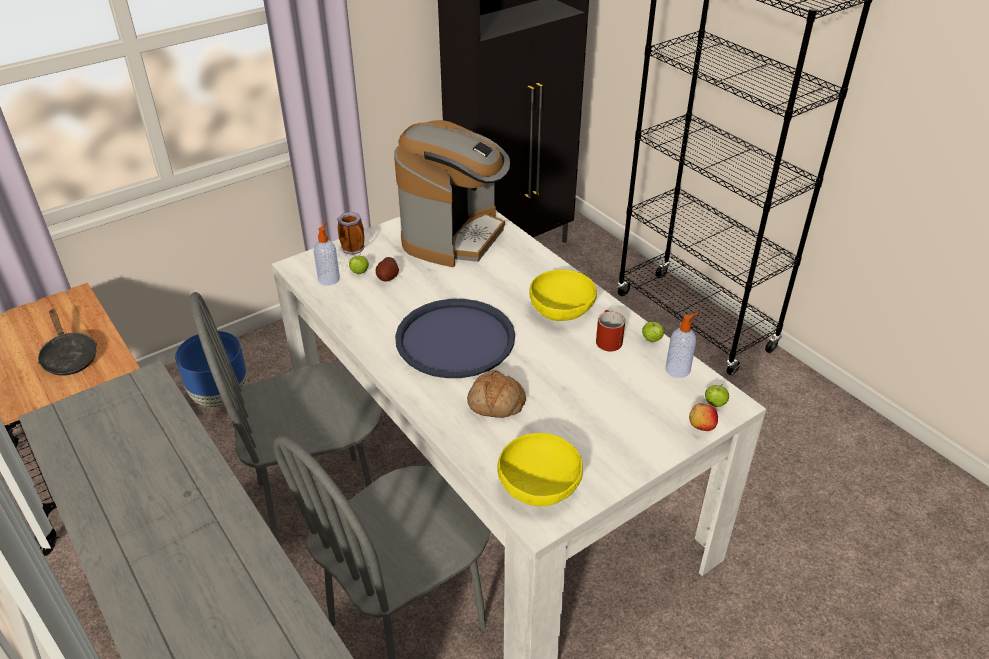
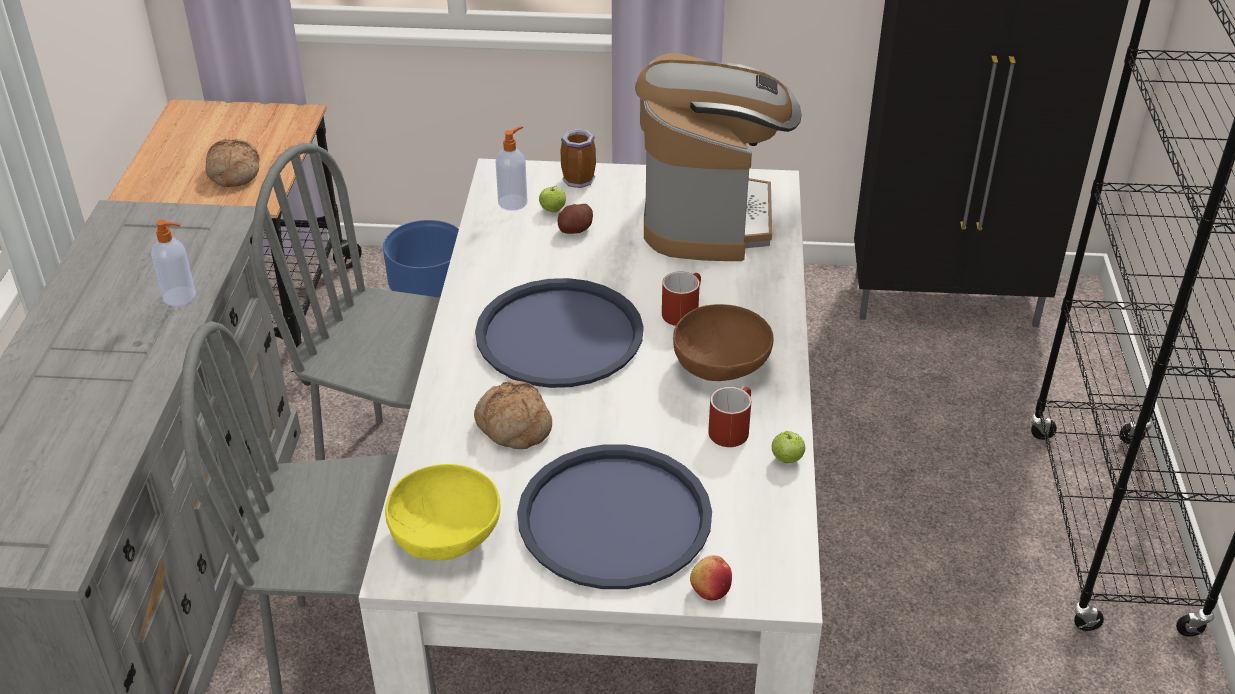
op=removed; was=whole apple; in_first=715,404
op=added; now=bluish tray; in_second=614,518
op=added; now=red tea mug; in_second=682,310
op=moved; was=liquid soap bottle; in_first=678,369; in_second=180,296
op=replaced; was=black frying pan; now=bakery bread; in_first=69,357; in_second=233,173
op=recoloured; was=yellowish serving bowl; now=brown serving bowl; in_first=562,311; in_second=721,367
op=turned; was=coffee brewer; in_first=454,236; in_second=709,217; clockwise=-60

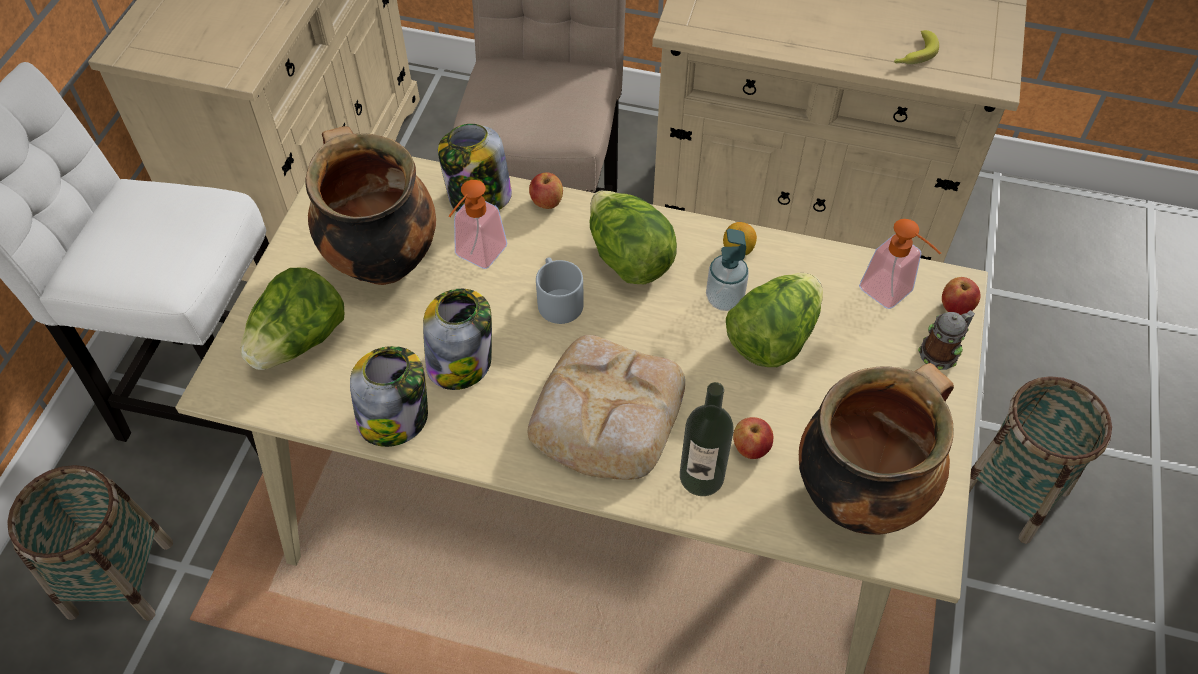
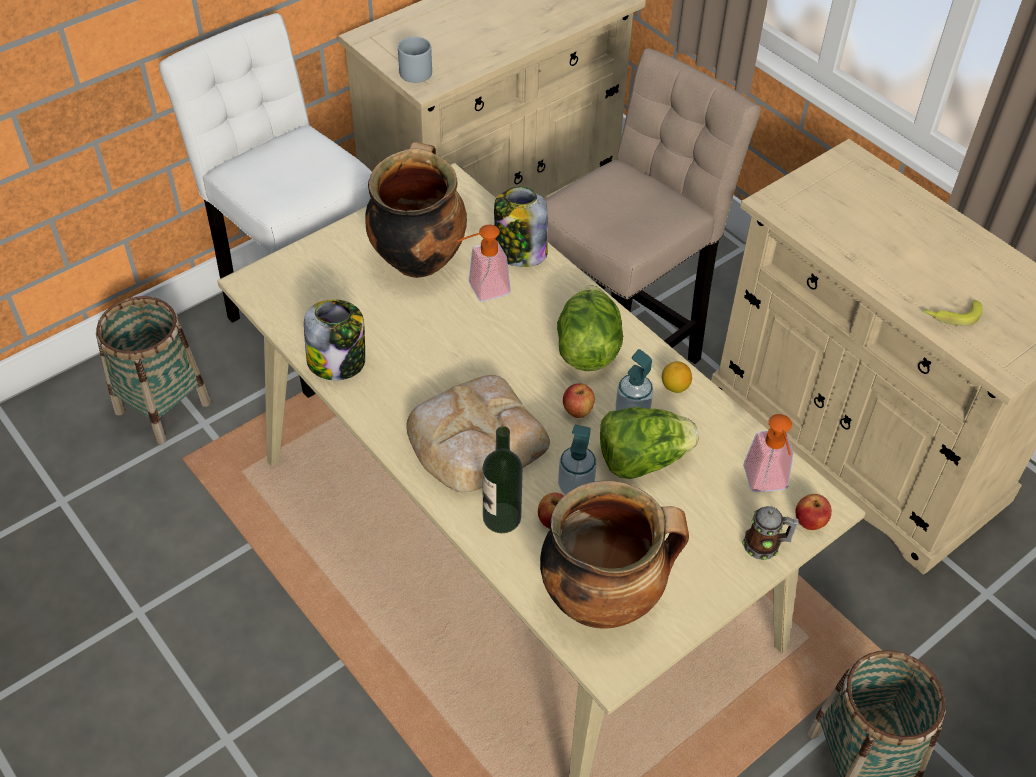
op=removed; was=lettuce; in_first=299,341
op=removed; was=jar; in_first=461,362
op=added; now=liquid soap bottle; in_second=575,487
op=moved; was=whole apple; in_first=546,202; in_second=577,411
op=moved; was=grey tea mug; in_first=557,299; in_second=417,69

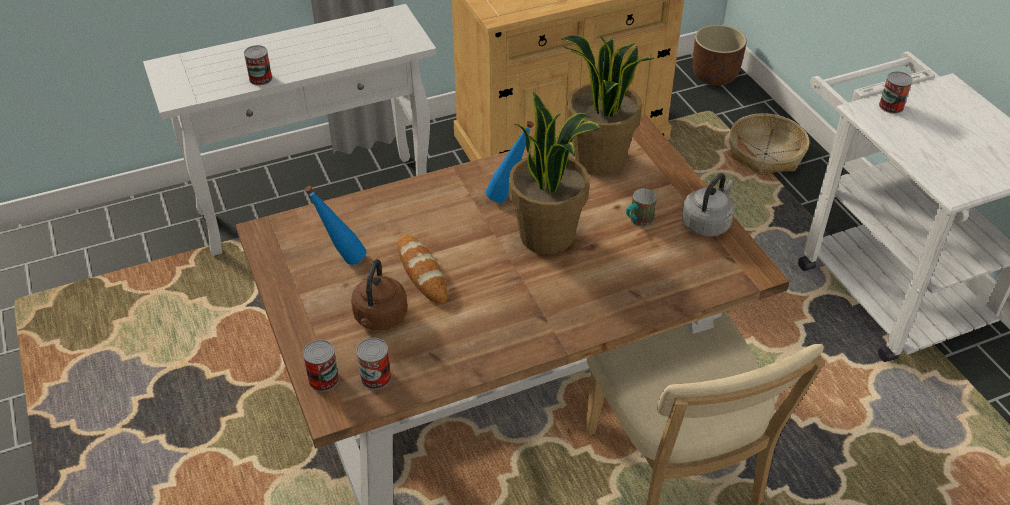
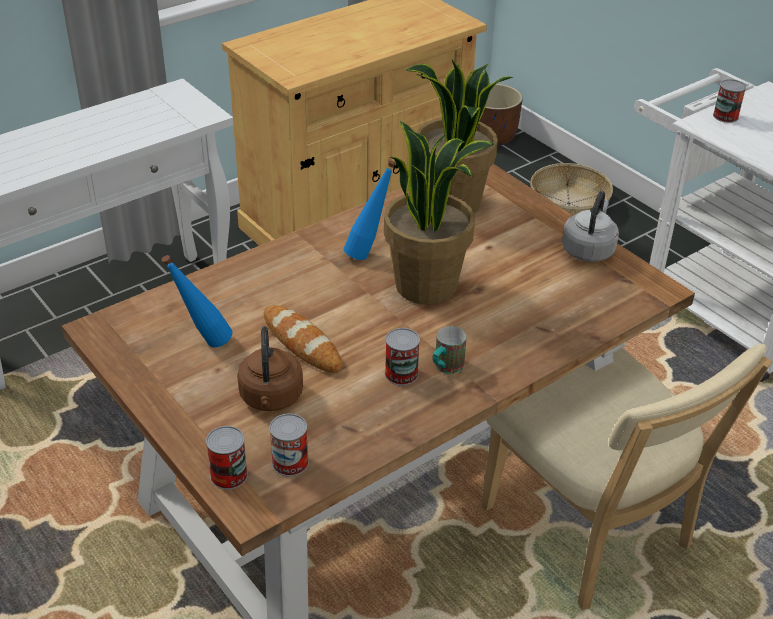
op=moved; was=sealed can; in_first=260,78; in_second=401,374
op=moved; was=tea mug; in_first=637,221; in_second=445,368

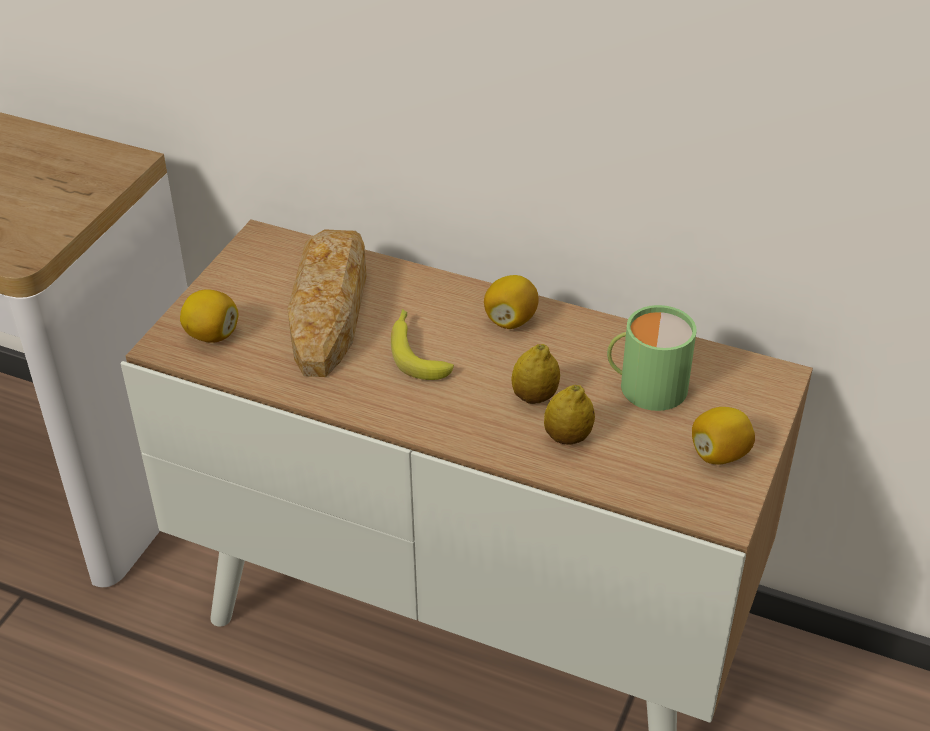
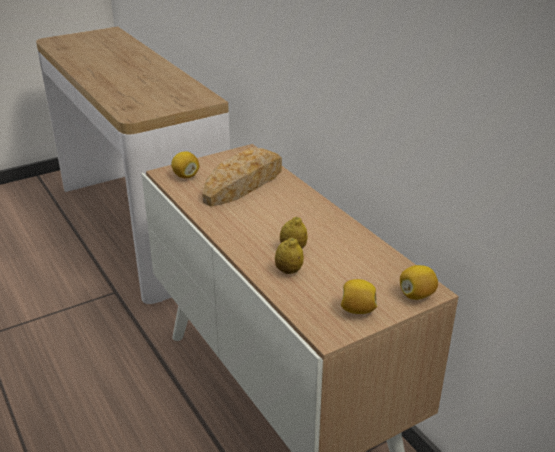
op=removed; was=banana fruit; in_first=416,350
op=removed; was=green-coloured tea mug; in_first=646,385
op=moved; was=citrus fruit; in_first=510,320; in_second=416,295

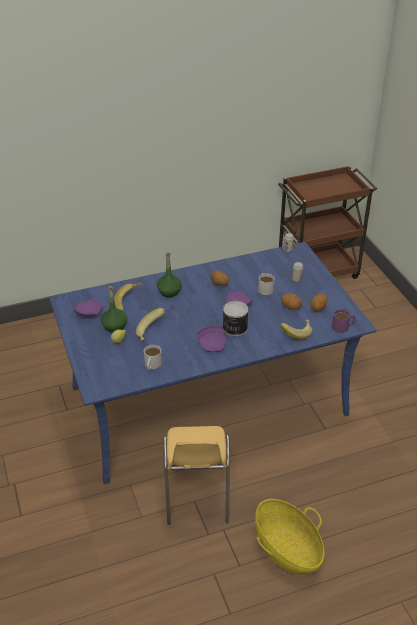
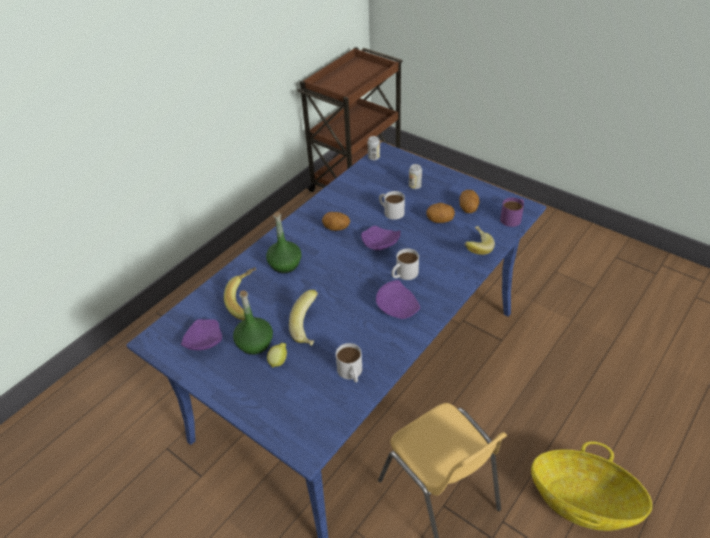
op=replaced; was=sealed can; now=whitish tea mug; in_first=234,328; in_second=403,274

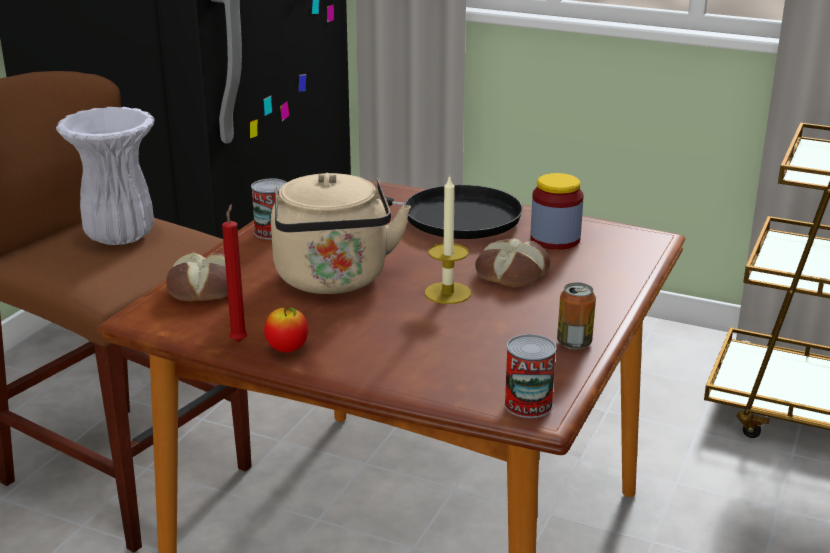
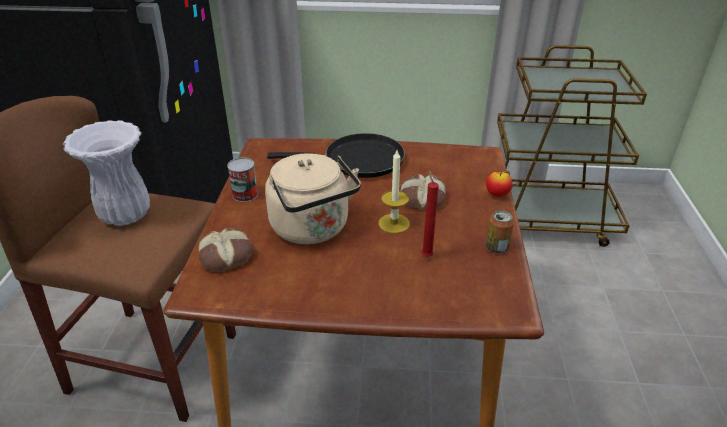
op=removed; was=sealed can; in_first=528,404
op=removed; was=jar; in_first=555,239
op=moved; was=red wax light; in_first=239,340; in_second=426,255
op=moved; was=whole apple; in_first=287,349; in_second=497,194

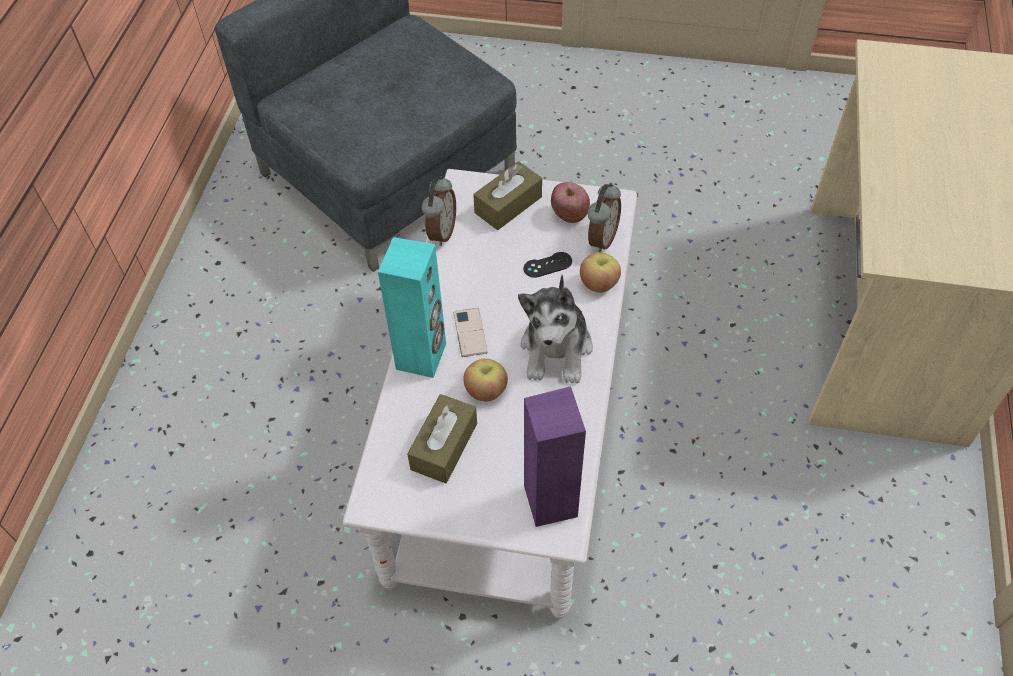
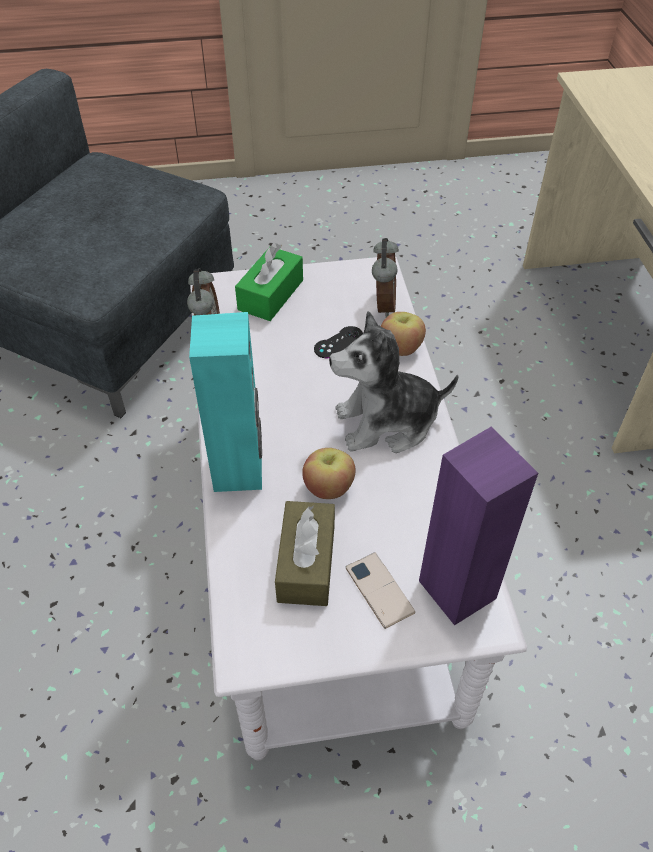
op=removed; was=whole apple; in_first=569,215
op=moved; was=handset; in_first=470,332; in_second=379,590
op=recoloured; was=brown tissue box; now=green-coloured tissue box; in_first=508,205; in_second=270,295
op=turned; was=soft toy; in_first=556,348; in_second=387,423; clockwise=90

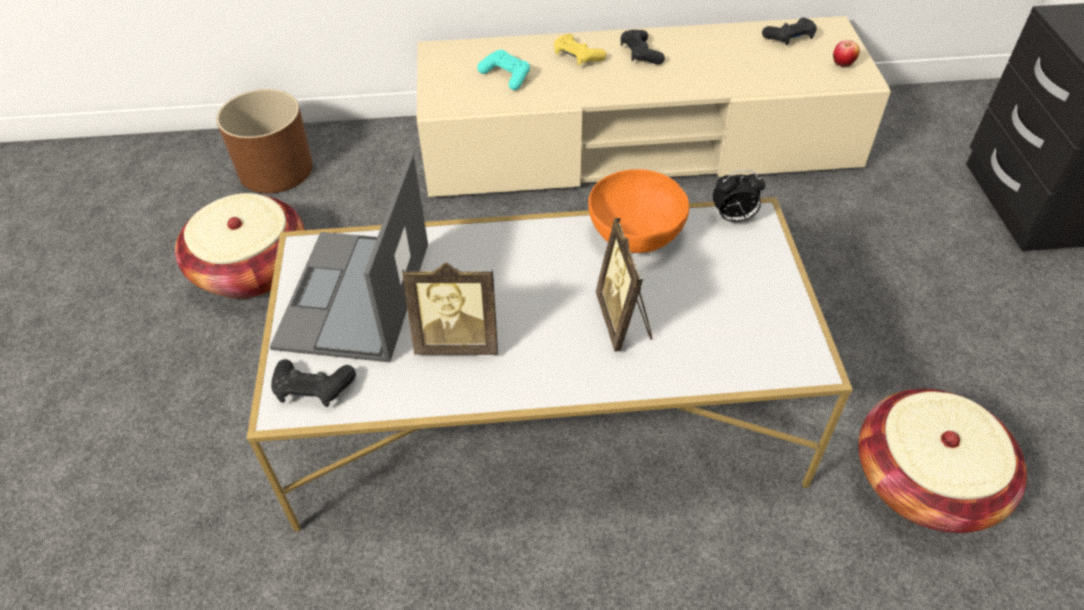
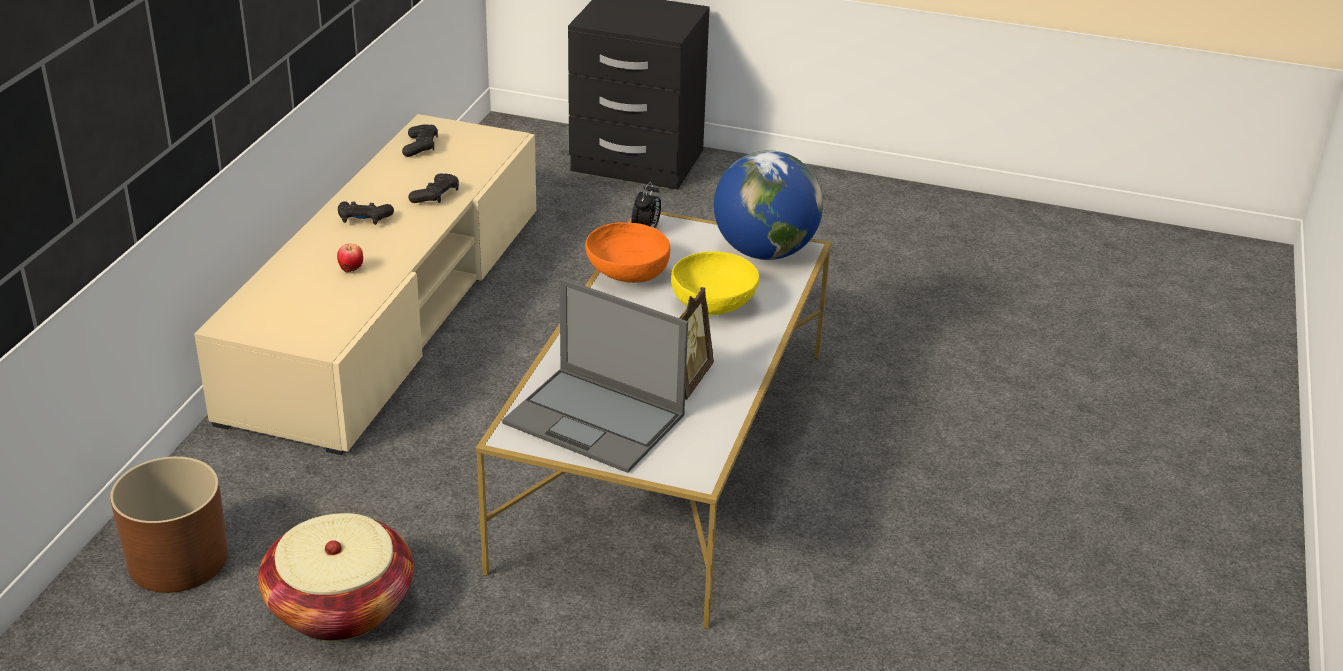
op=removed; was=turquoise-coloured game controller; in_first=506,76
op=removed; was=yellowish game controller; in_first=577,57
op=removed; was=household basket; in_first=924,481
op=added; now=world globe; in_second=764,252
op=moved; was=black game controller; in_first=313,389; in_second=436,196
op=moved; was=whole apple; in_first=842,65; in_second=351,270
op=replaced; was=standing frame; now=yellowish serving bowl; in_first=624,321; in_second=714,304

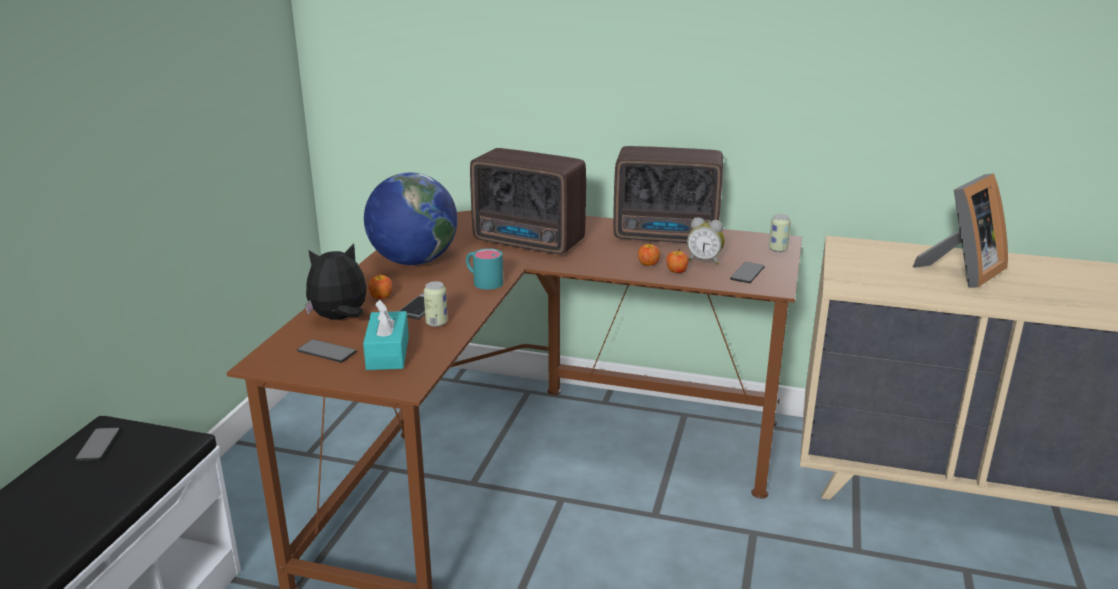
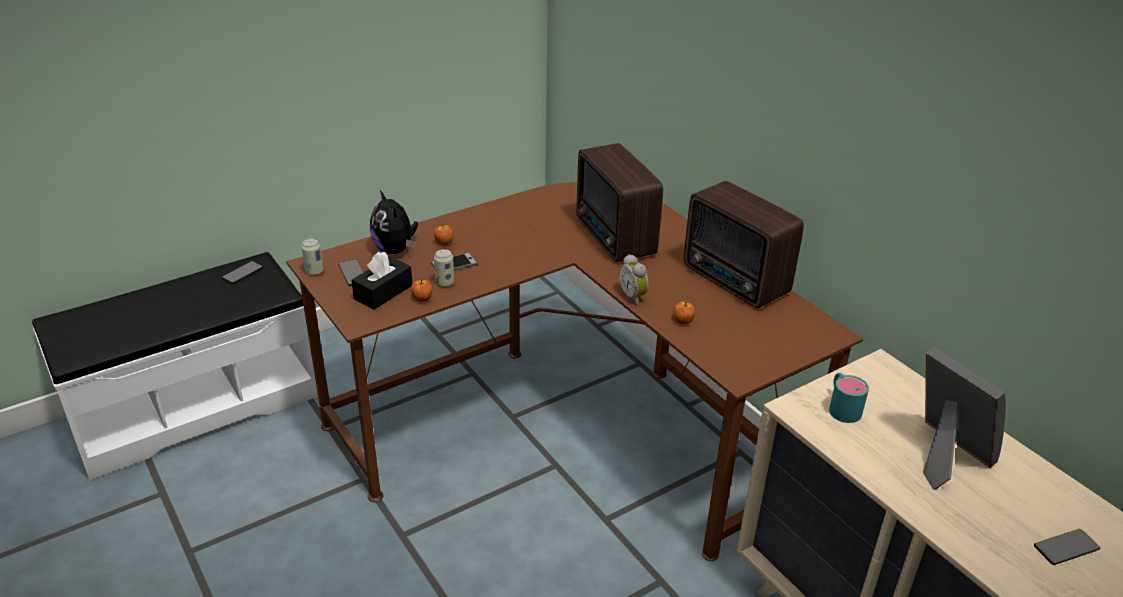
op=removed; was=world globe; in_first=413,261
op=moved; was=turquoise-coloured tea mug; in_first=483,281; in_second=842,407
op=moved; was=whole apple; in_first=648,264; in_second=422,299
op=moved; was=bedside clock; in_first=704,260; in_second=634,297
op=moved; was=handset; in_first=747,273; in_second=1066,547
op=moved; was=sealed can; in_first=777,249; in_second=314,271
op=recoloured; was=turquoise-coloured tissue box; now=black tissue box; in_first=388,353; in_second=383,292
op=turned; was=soft toy; in_first=340,319; in_second=395,250; clockwise=-135
op=turned; was=standing frame; in_first=962,272; in_second=944,455; clockwise=-120

